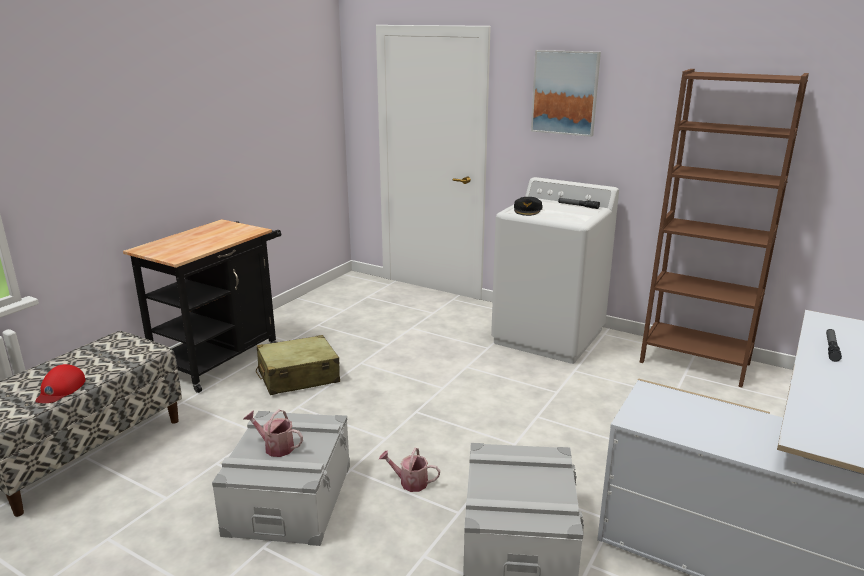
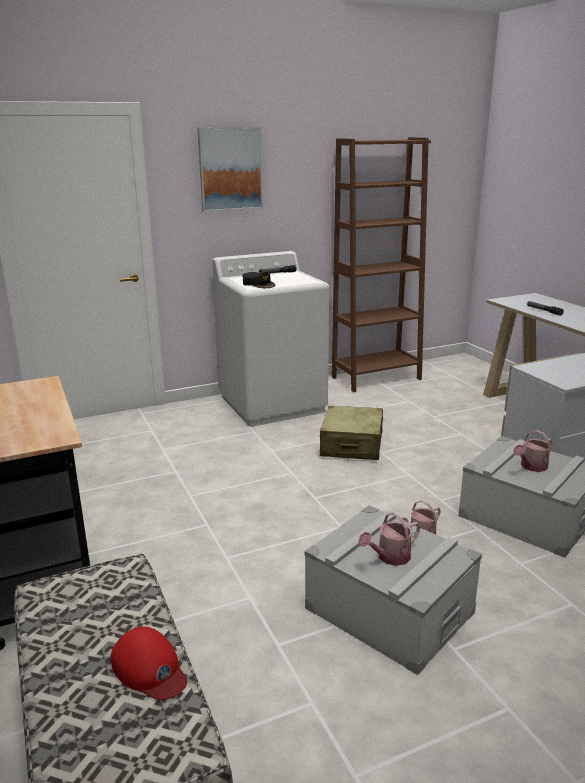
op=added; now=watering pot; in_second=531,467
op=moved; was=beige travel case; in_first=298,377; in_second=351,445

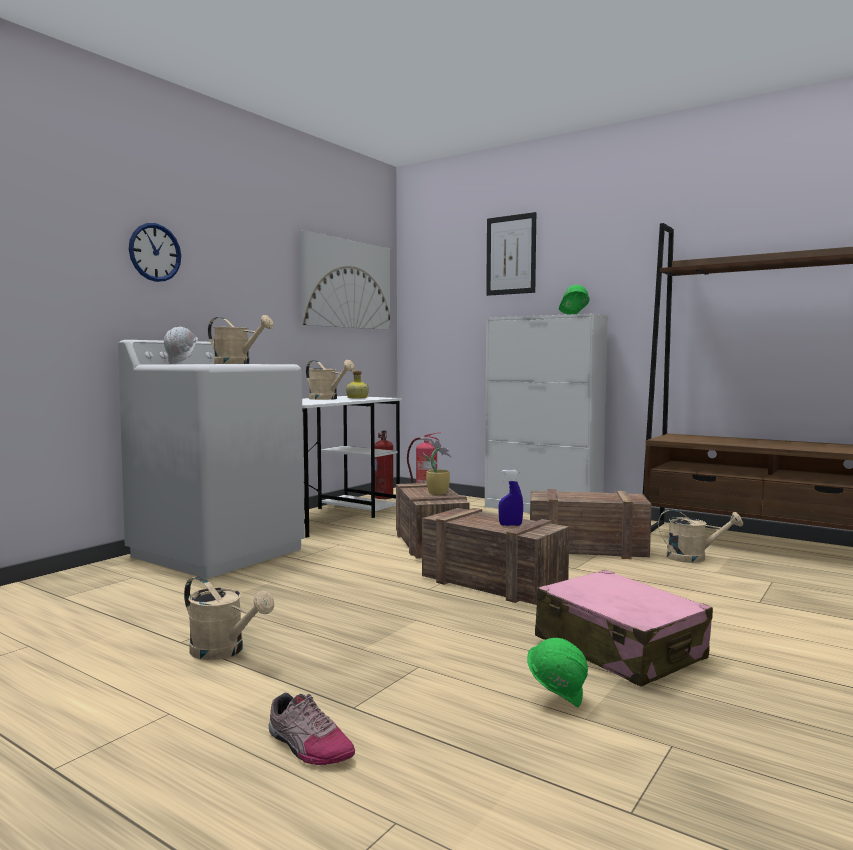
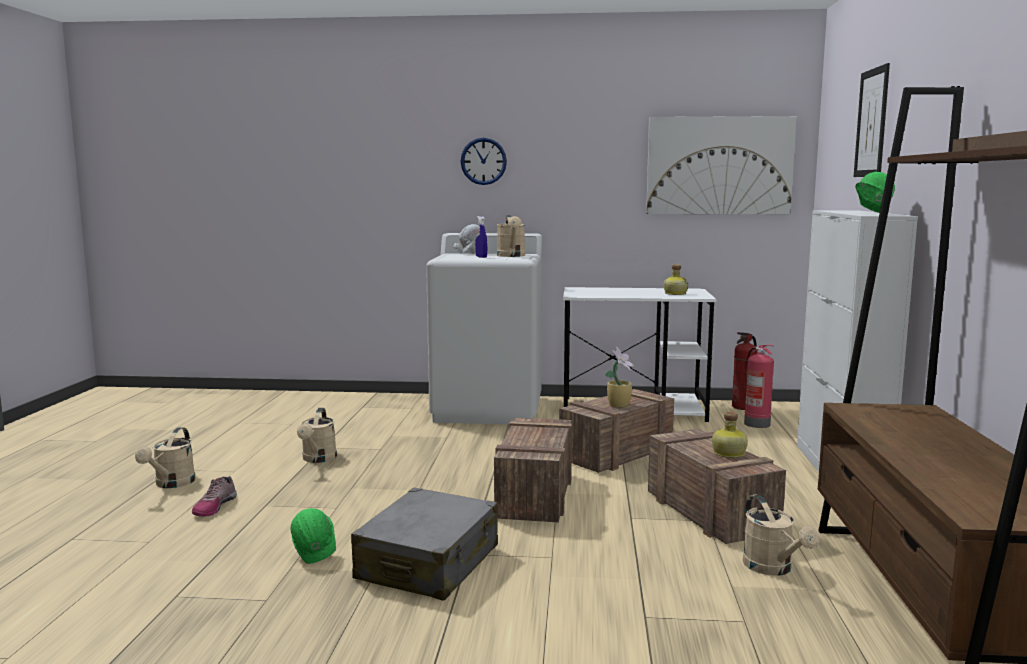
op=added; now=bottle; in_second=728,454
op=moved; was=beige watering pot; in_first=327,399; in_second=171,484
op=moved; was=bluish sprayer; in_first=510,525; in_second=481,257
op=recoloured; was=pink-coloured travel case; now=grey travel case; in_first=619,649; in_second=429,563

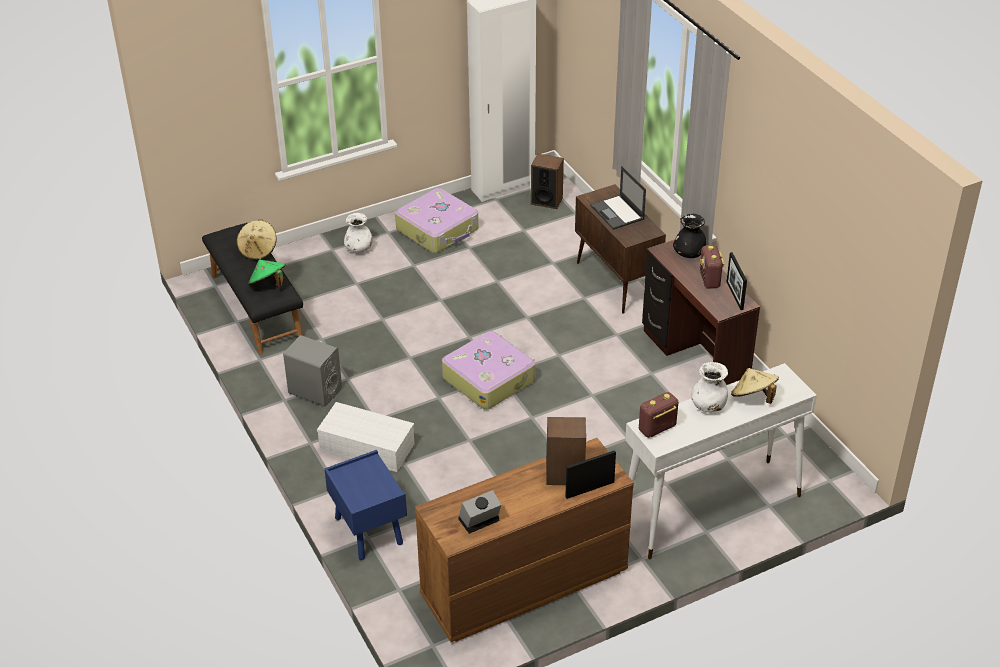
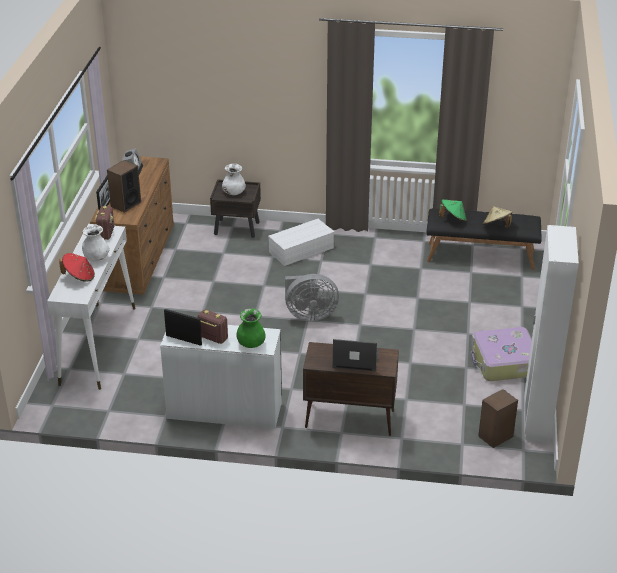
op=removed; was=grey loudspeaker; in_first=314,391
op=moved; was=whitish vase; in_first=359,249; in_second=234,193
op=replaced; was=travel case; now=grey cooling fan; in_first=489,378; in_second=309,315
op=recoloured; was=bluish night table; now=brown night table; in_first=368,530; in_second=237,228
op=recoloured; was=brown desk table; now=whitish desk table; in_first=693,360; in_second=224,409
op=recoloured; was=black vase; now=green-coloured vase; in_first=689,254; in_second=251,344
op=recoloured; was=beige hat; now=red hat; in_first=753,397; in_second=79,277

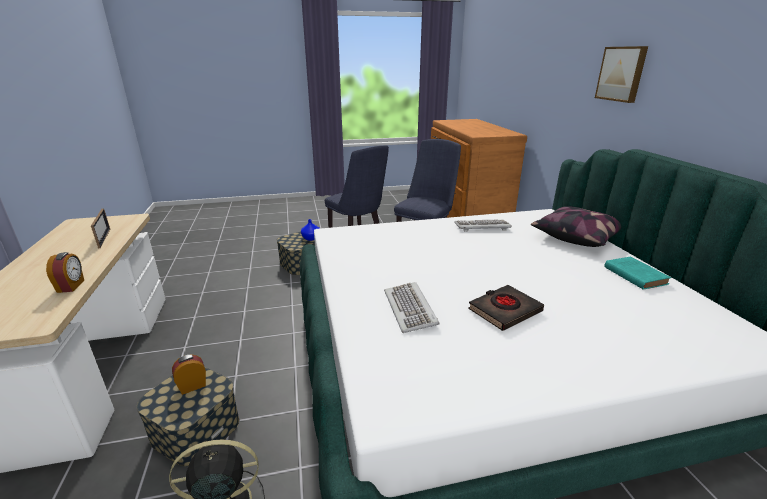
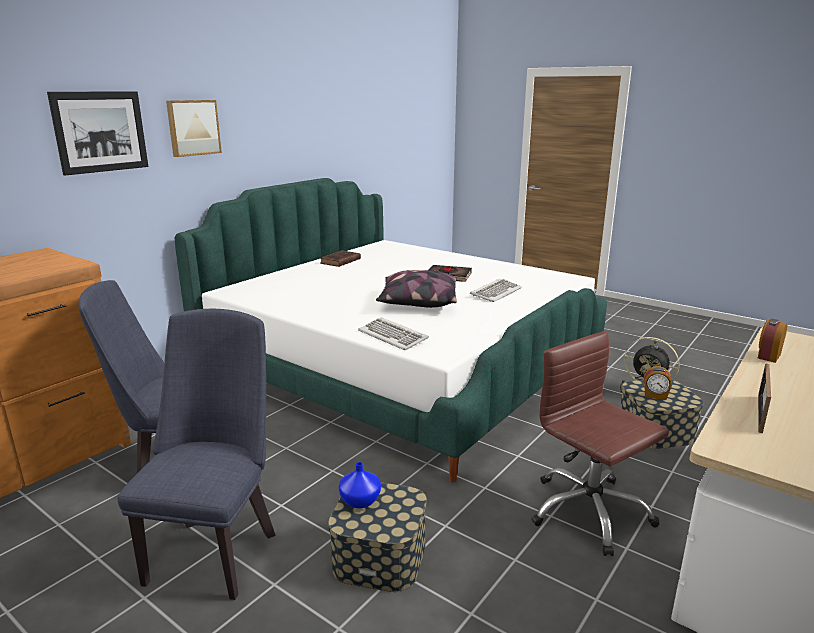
op=added; now=wall picture; in_second=100,132
op=added; now=brown office chair; in_second=589,512
op=moved; was=keyboard; in_first=482,227; in_second=393,336
op=moved; was=pillow; in_first=576,237; in_second=418,303
op=recoloured; was=turquoise-coloured book; now=brown book; in_first=633,275; in_second=340,261

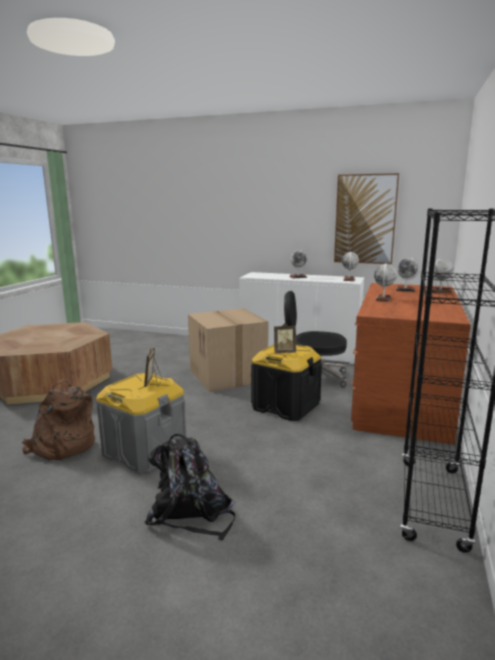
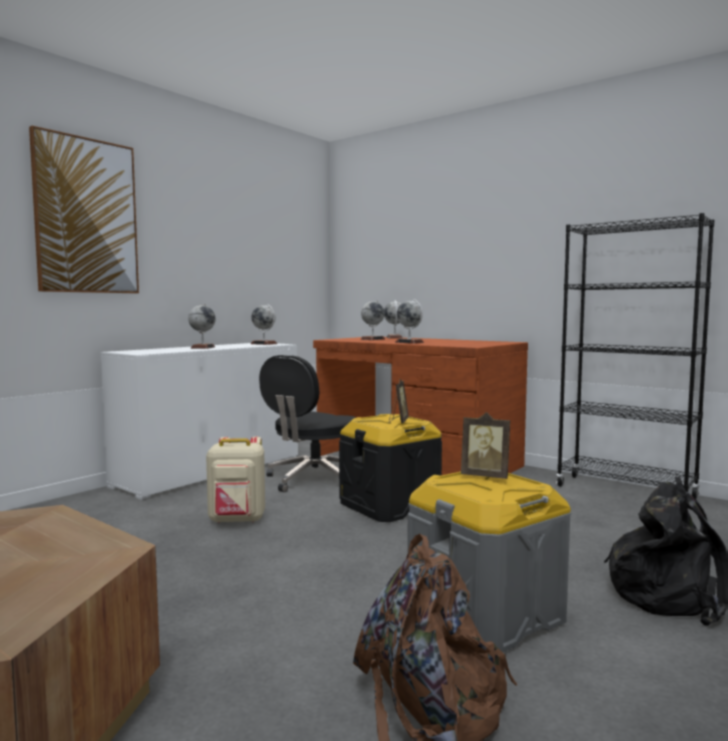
op=moved; was=wall picture; in_first=365,219; in_second=86,216
op=replaced; was=carton; now=beige backpack; in_first=229,376; in_second=237,520

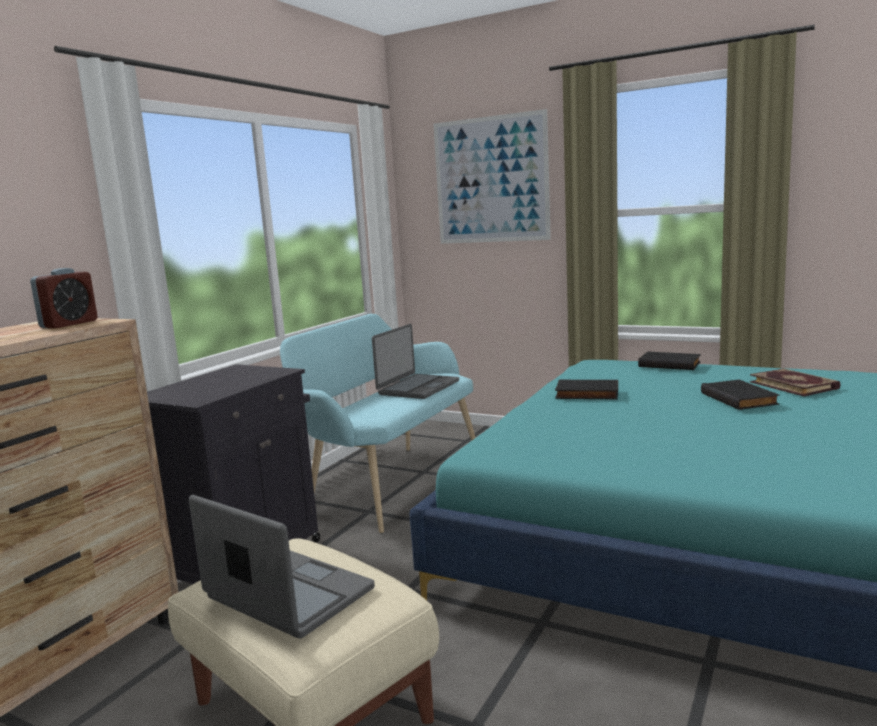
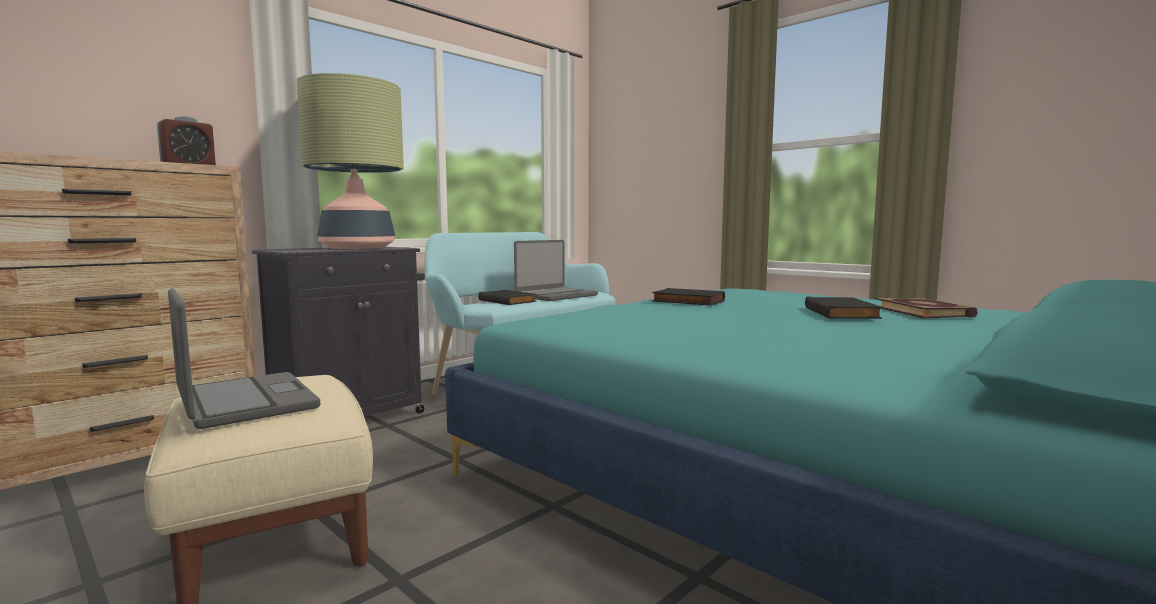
op=removed; was=wall picture; in_first=491,180
op=added; now=table lamp; in_second=357,248
op=moved; was=black book; in_first=670,364; in_second=508,301

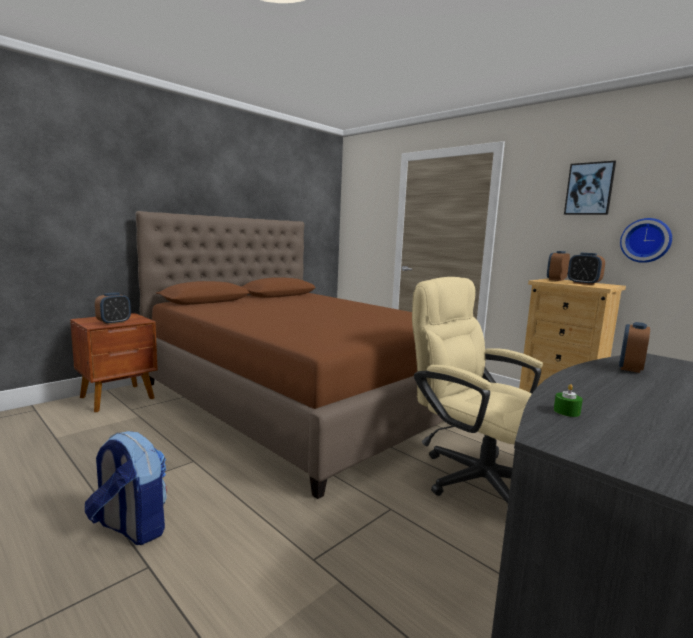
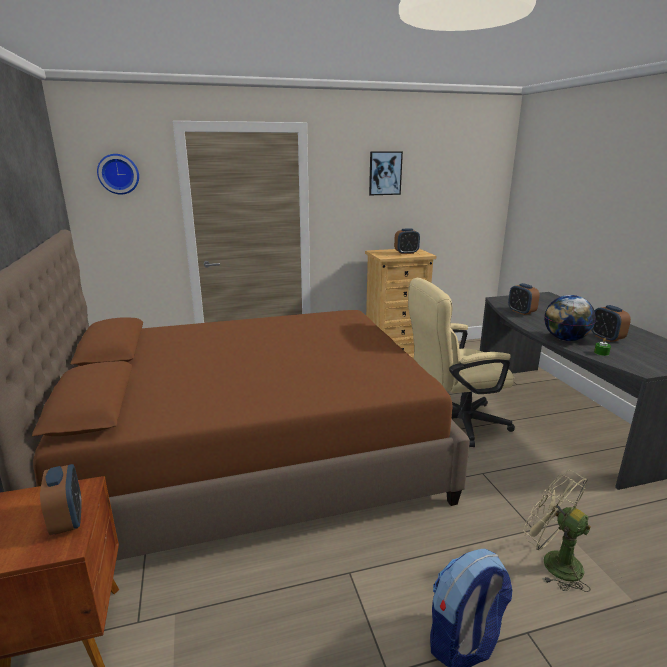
op=added; now=beige cooling fan; in_second=553,562
op=added; now=world globe; in_second=565,339
op=moved; was=bedside clock; in_first=556,280; in_second=606,338
op=moved; was=wall clock; in_first=646,240; in_second=118,174

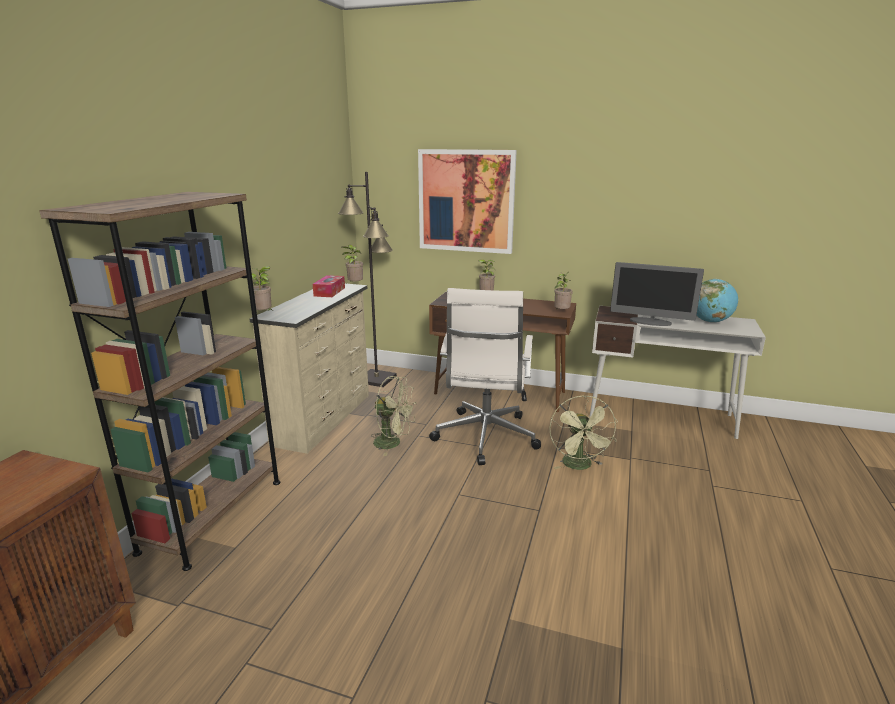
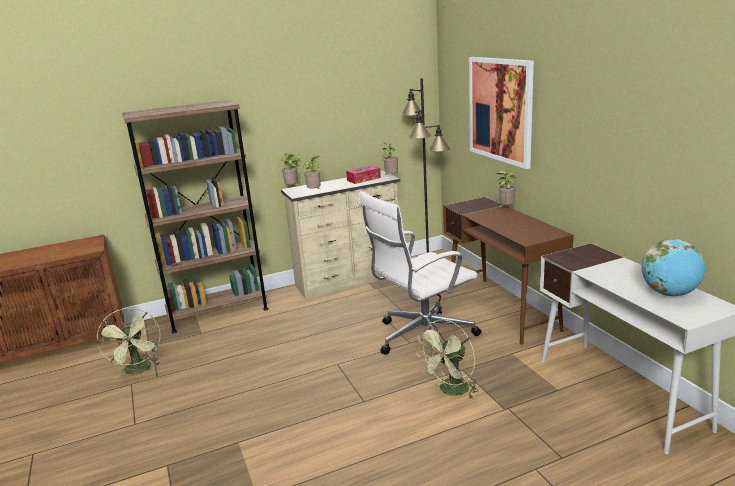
op=removed; was=monitor; in_first=650,322
op=moved; was=green-coloured cooling fan; in_first=393,443; in_second=139,371
op=moved; was=houseplant; in_first=561,312; in_second=315,191

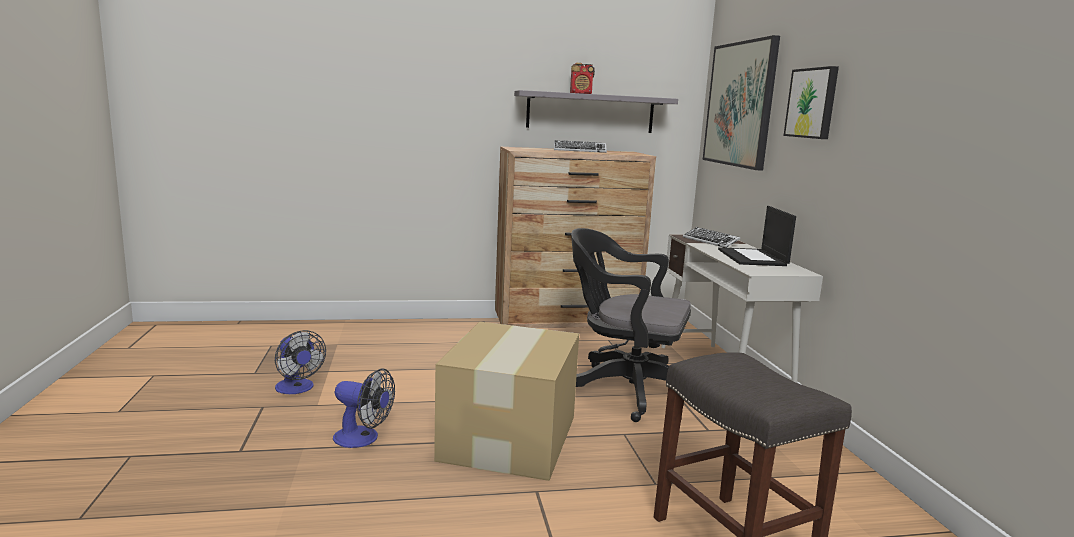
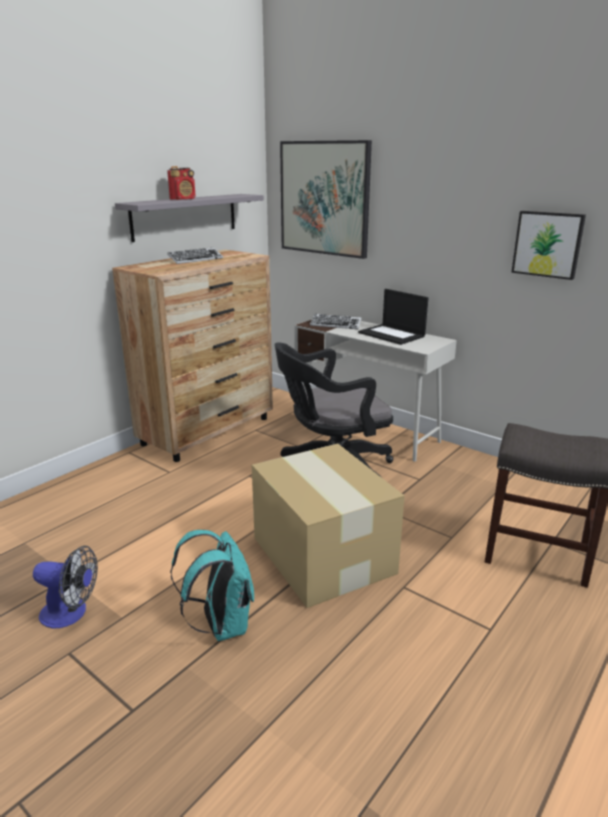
op=moved; was=wall picture; in_first=812,103; in_second=548,244
op=replaced; was=cooling fan; now=turquoise-coloured backpack; in_first=363,439; in_second=221,624

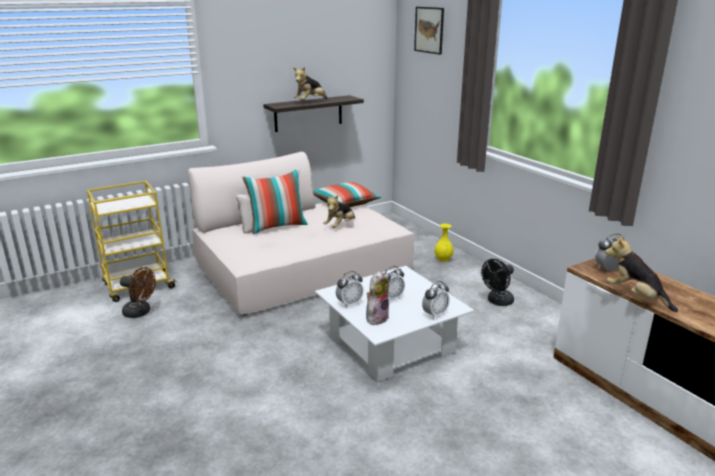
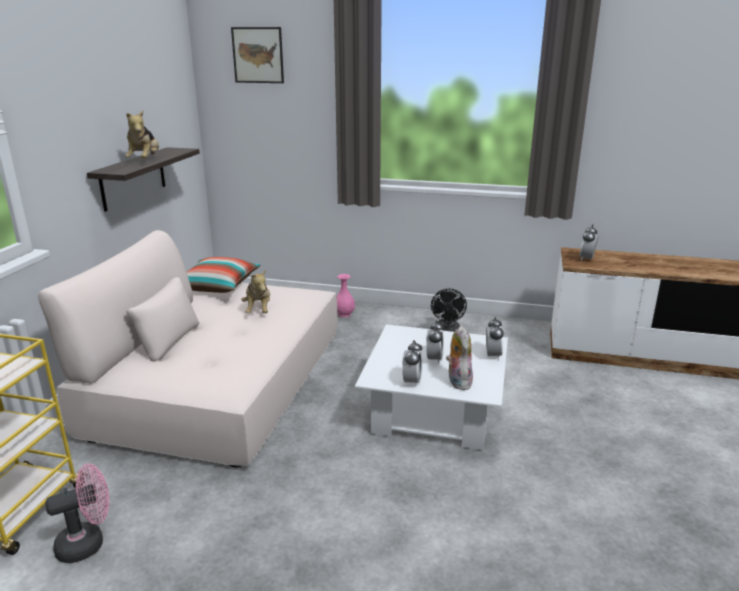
op=removed; was=pillow; in_first=277,226
op=removed; was=soft toy; in_first=635,296
op=recoloured; was=brown cooling fan; now=pink-coloured cooling fan; in_first=140,312; in_second=88,543
op=recoloured; was=yellowish vase; now=pink-coloured vase; in_first=443,259; in_second=344,314

